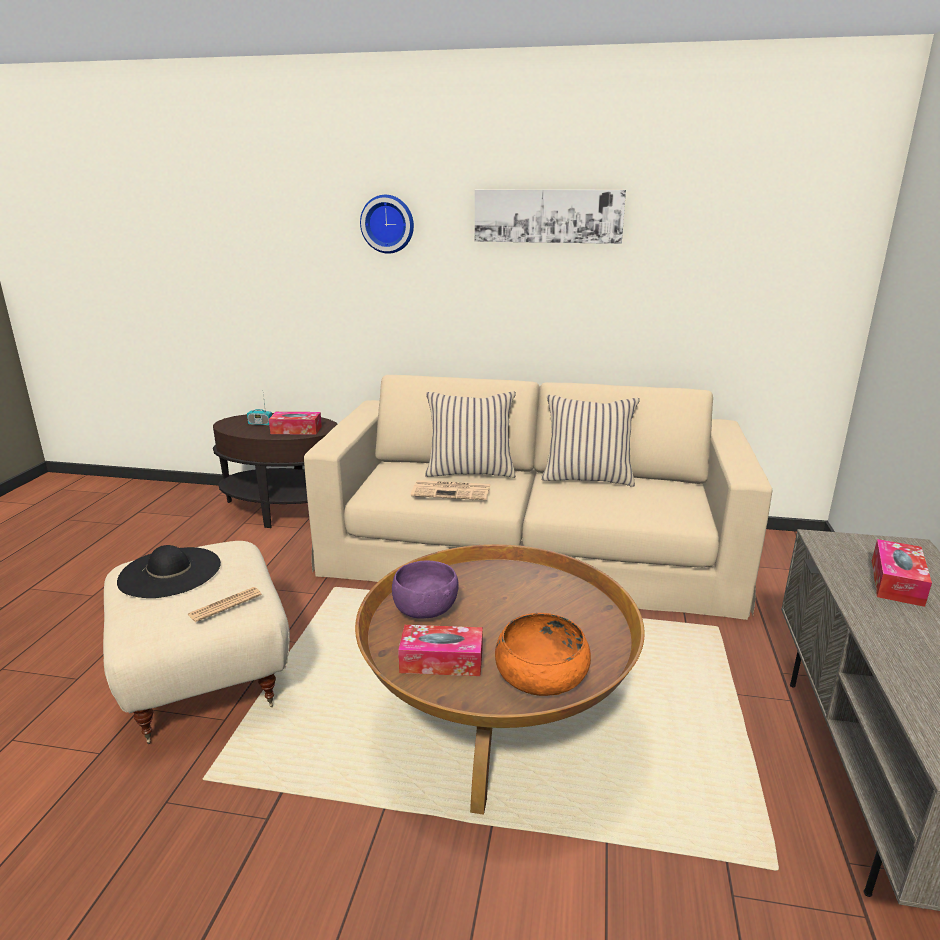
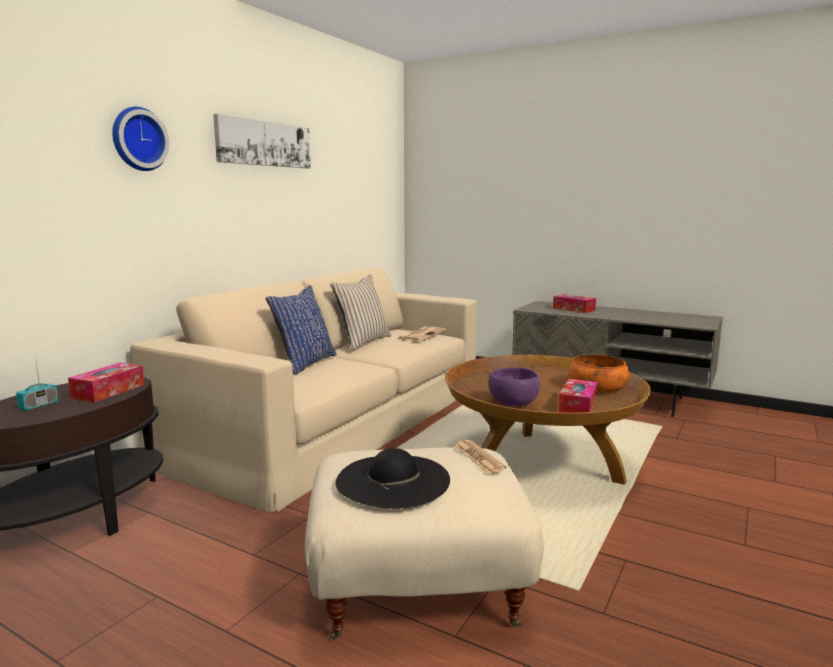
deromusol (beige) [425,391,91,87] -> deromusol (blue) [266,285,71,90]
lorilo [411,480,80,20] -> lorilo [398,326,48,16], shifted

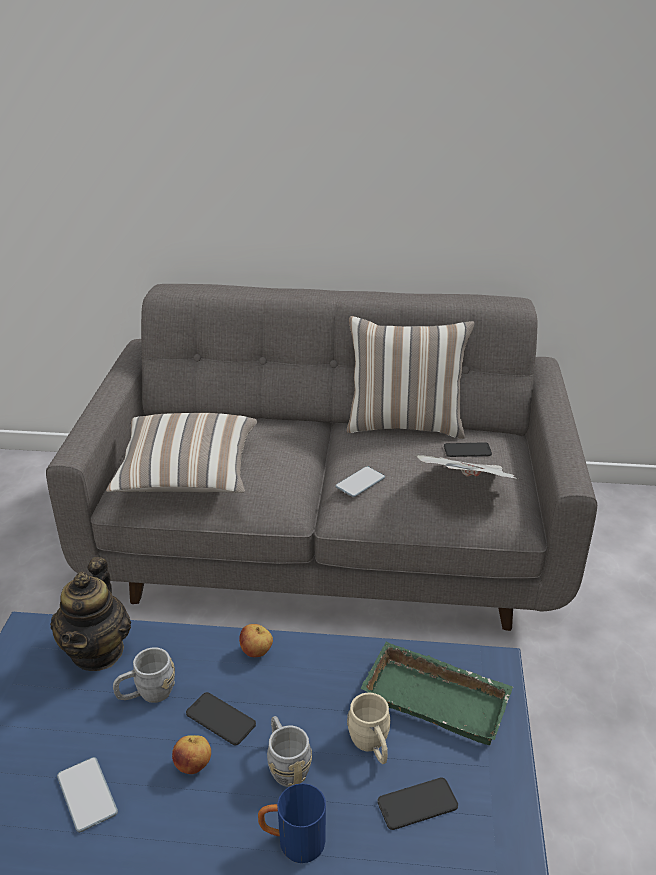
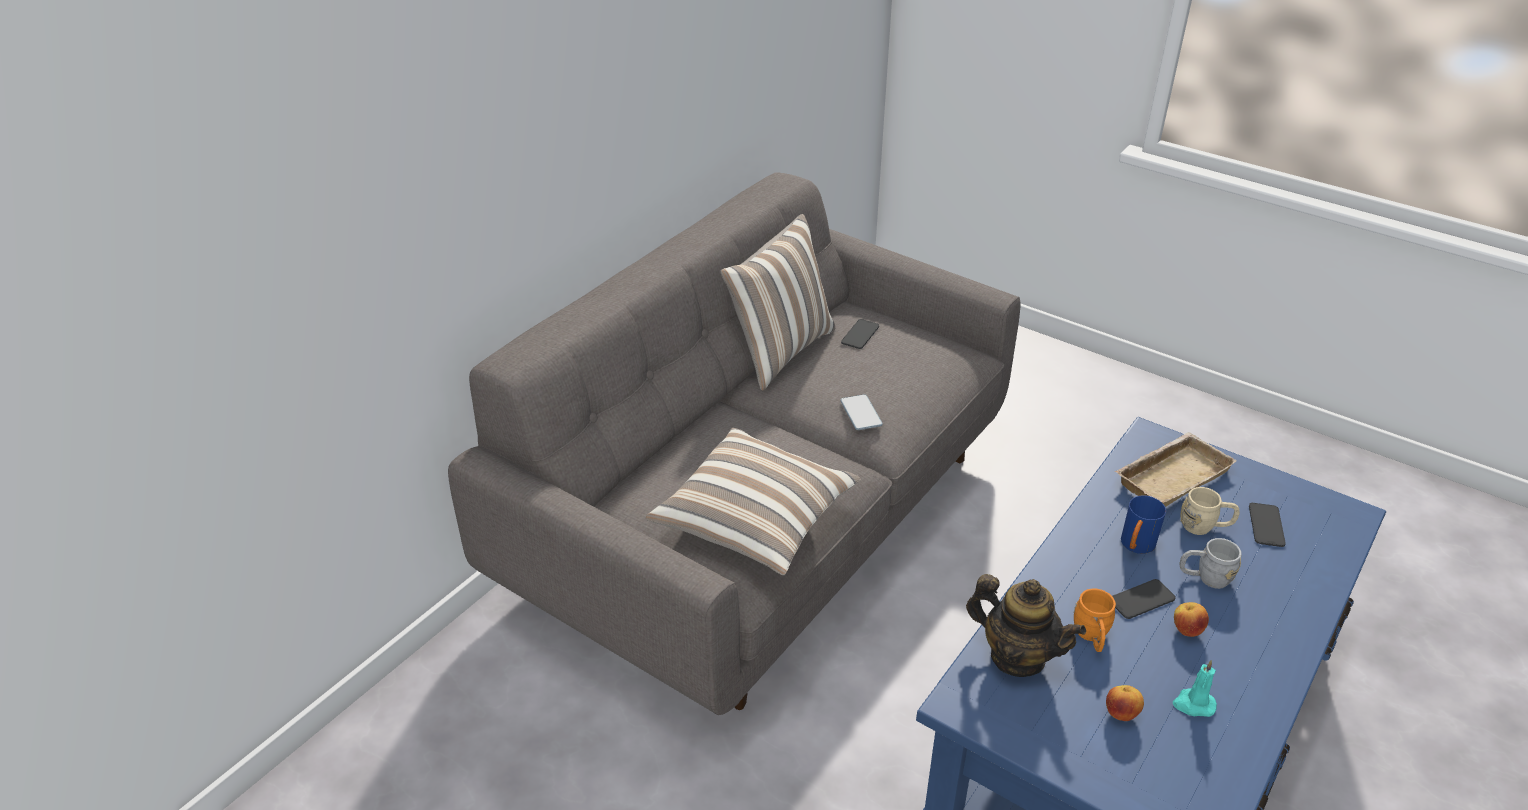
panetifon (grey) [113,647,62,56] -> panetifon (orange) [1074,588,42,64]
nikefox [239,624,34,33] -> nikefox [1106,685,38,36], shifted
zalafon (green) [361,642,152,103] -> zalafon (beige) [1115,432,122,75]
panetifon (blue) [258,783,68,80] -> panetifon (blue) [1121,495,45,59], shifted
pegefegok [57,757,61,75] -> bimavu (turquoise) [1173,660,44,57]
lorilo [417,455,101,24] -> none

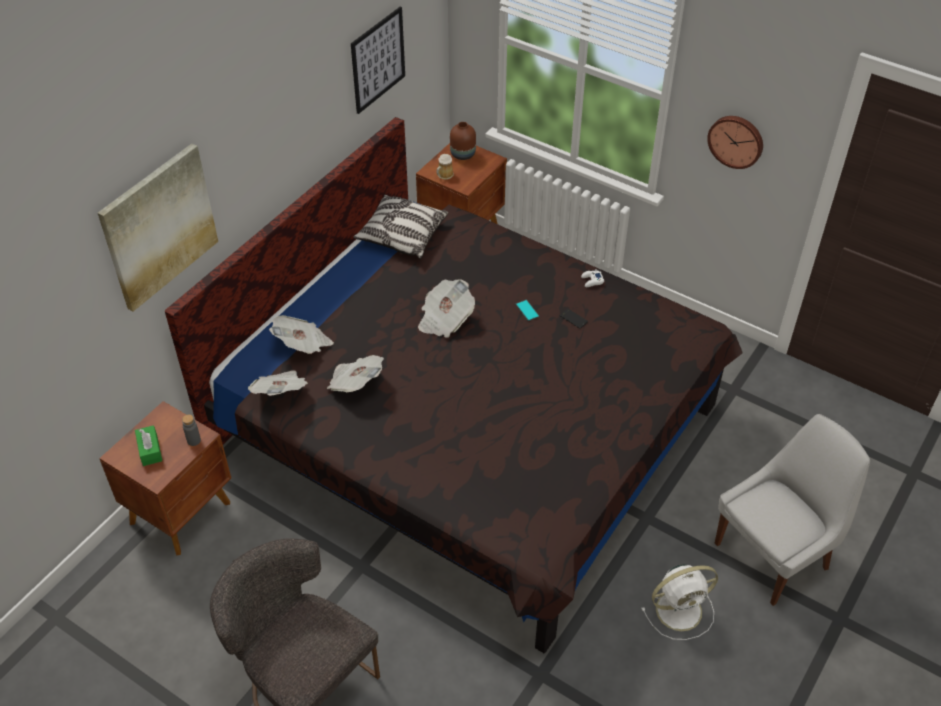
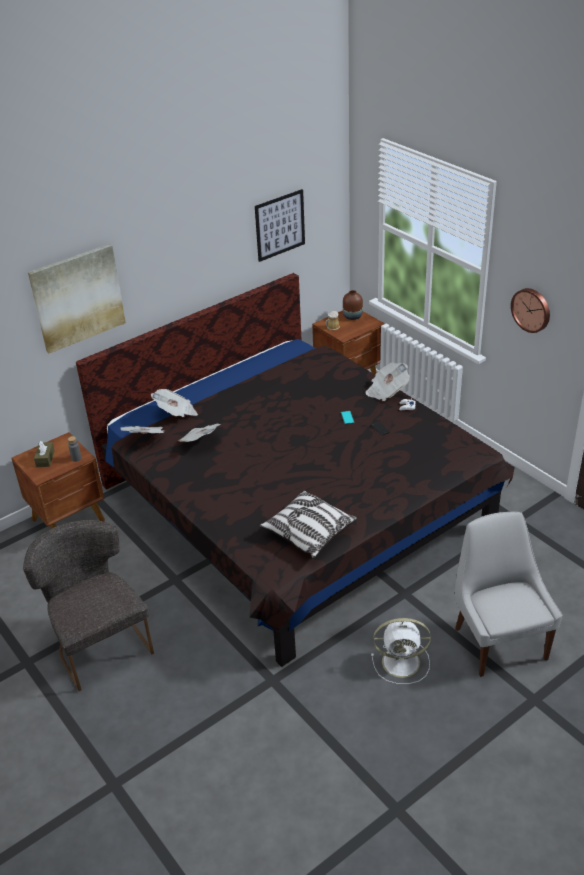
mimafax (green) [135,425,27,41] -> mimafax (brown) [34,441,21,26]
deromusol [353,195,95,64] -> deromusol [260,490,97,69], shifted
lorilo [418,279,57,59] -> lorilo [365,362,45,39], shifted
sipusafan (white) [715,414,155,192] -> sipusafan (white) [455,512,108,165], 90 degrees counterclockwise

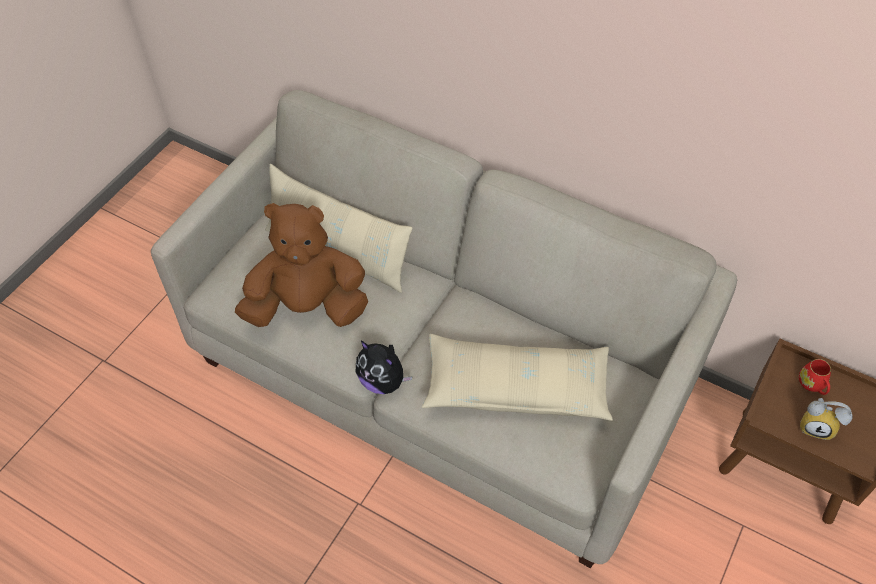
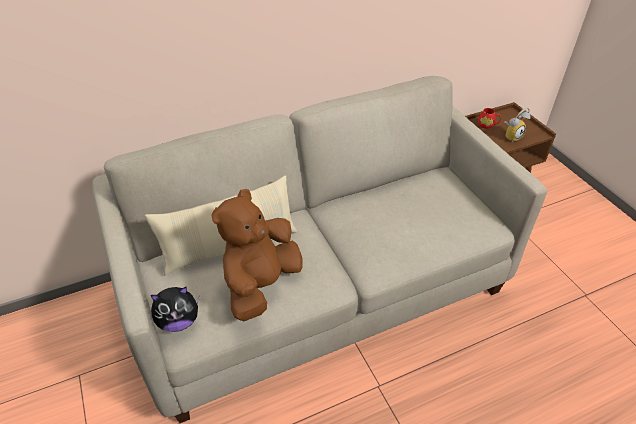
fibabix [356,341,57,53] -> fibabix [151,287,49,45], shifted
deromusol (beige) [422,334,191,87] -> none

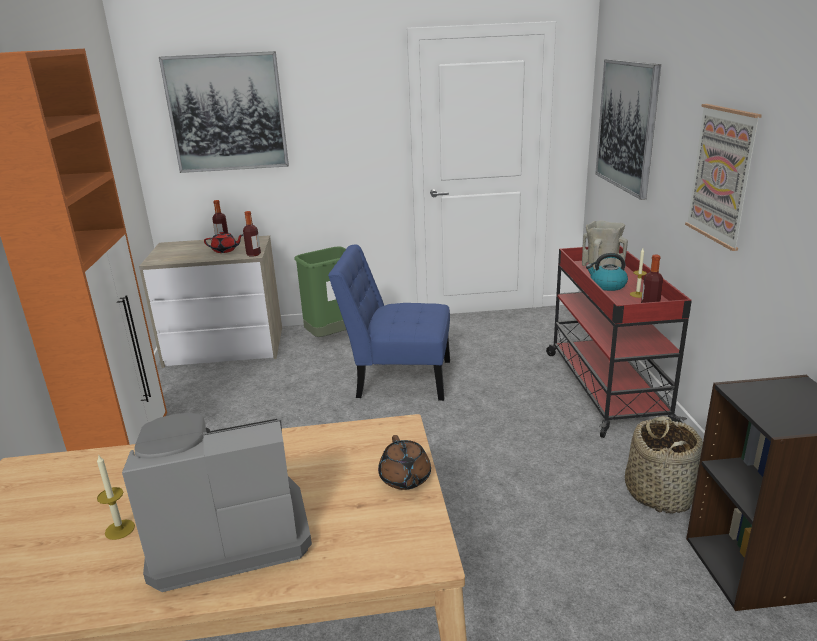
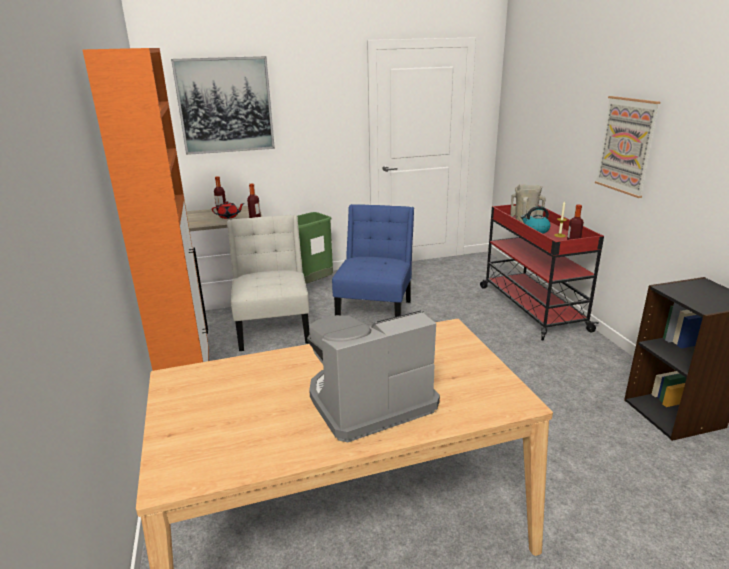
none -> sipusafan (white) [227,215,83,136]
sipusafan (blue) [328,245,122,156] -> sipusafan (blue) [332,204,82,113], 105 degrees clockwise
bimavu [97,454,38,86] -> none
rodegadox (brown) [378,435,53,55] -> none
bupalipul [595,59,66,141] -> none
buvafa [625,416,78,97] -> none

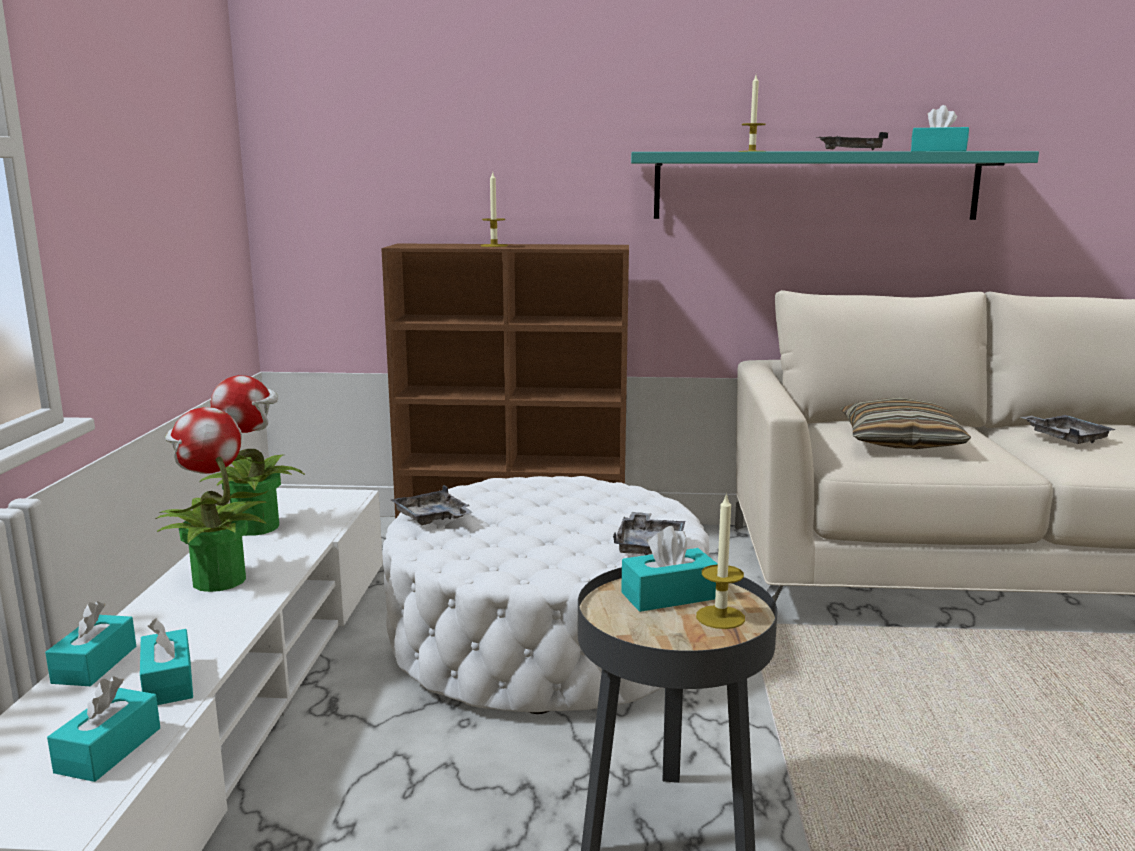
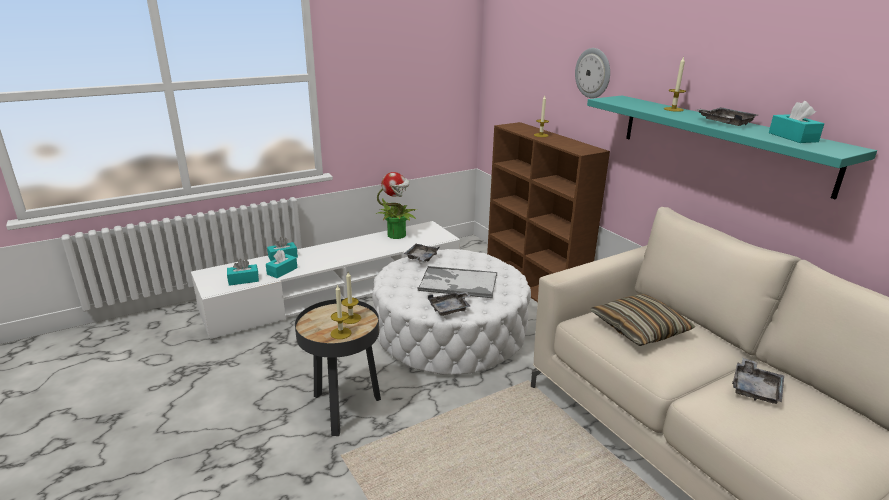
mimafax (turquoise) [621,526,97,86] -> bimavu [341,272,20,52]
none -> zalafon [418,266,79,32]
none -> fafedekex [575,48,35,50]
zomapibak [155,407,114,185] -> none

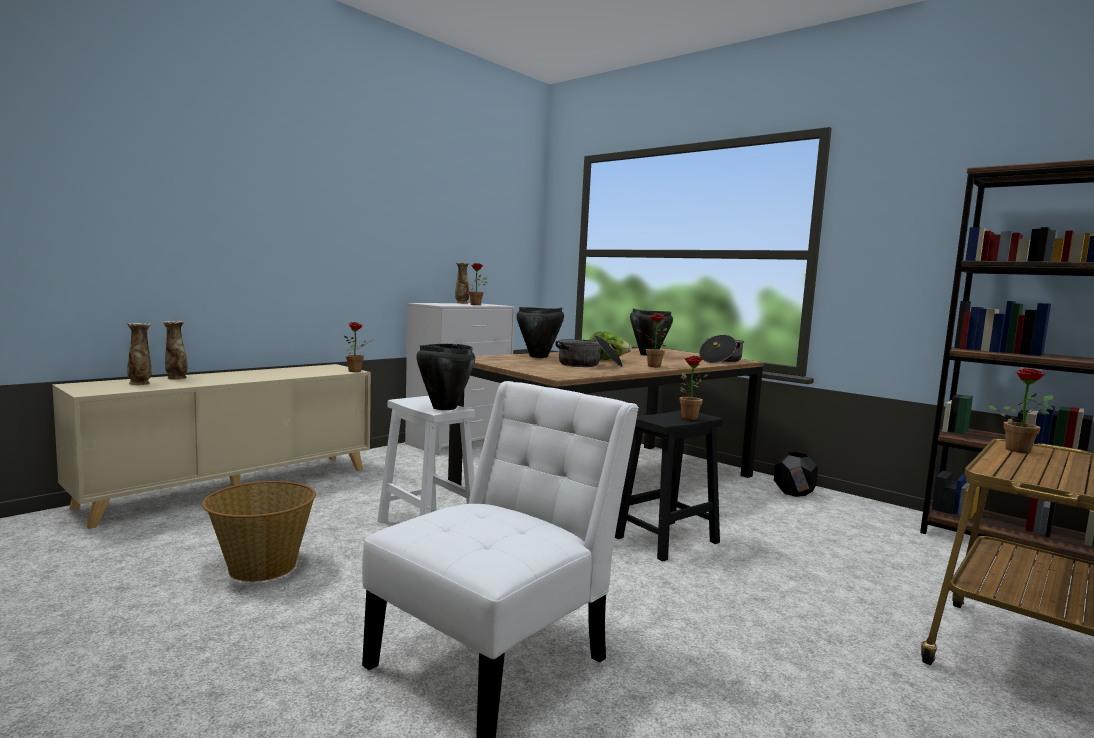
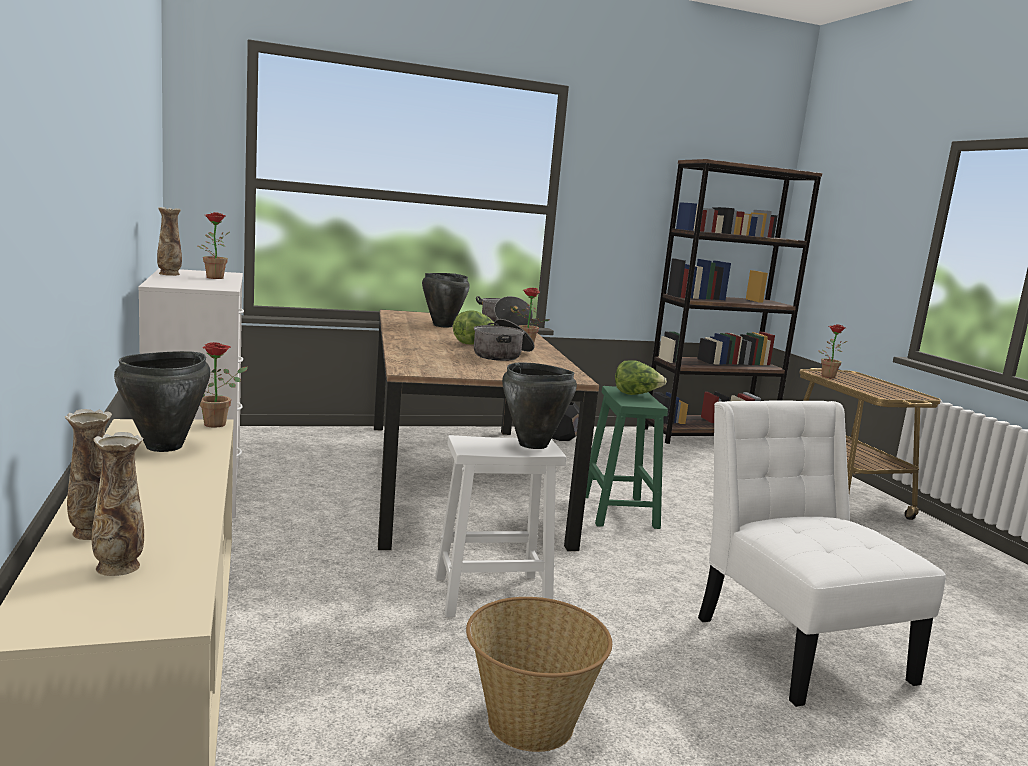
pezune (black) [517,307,47,51] -> pezune (black) [114,351,96,101], shifted
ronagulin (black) [615,410,107,152] -> ronagulin (green) [586,386,82,143]
zomapibak [680,356,28,64] -> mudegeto [615,360,52,35]

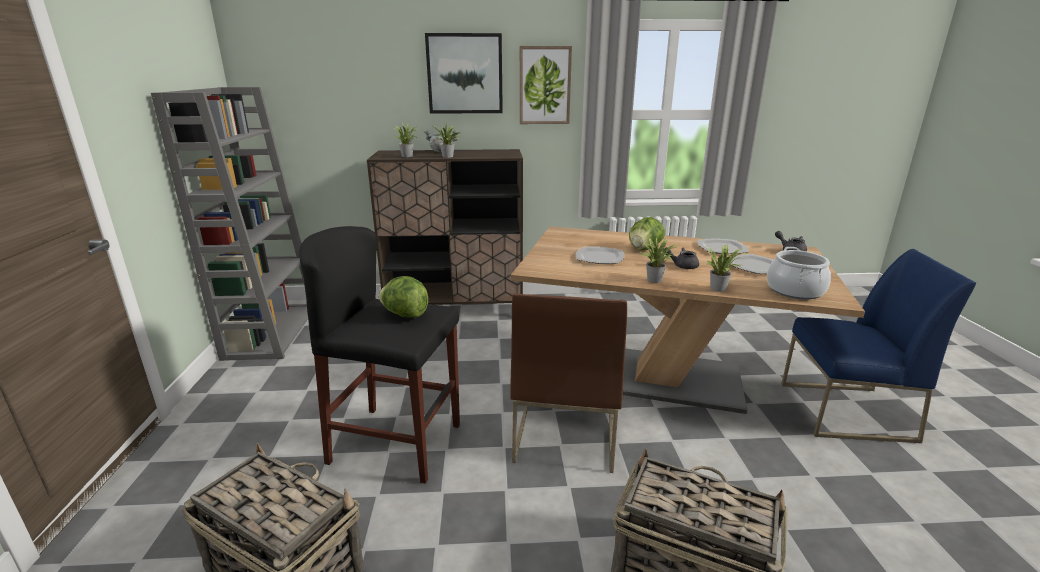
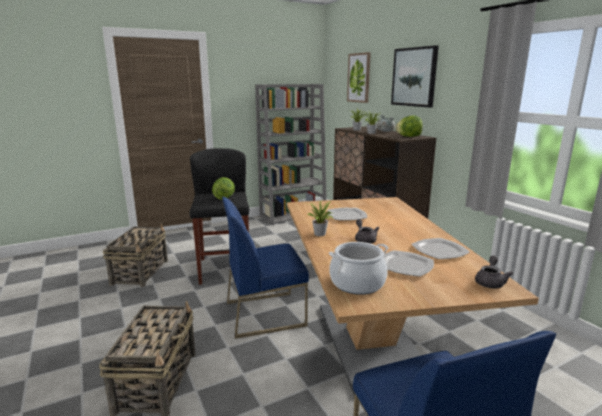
sipusafan (brown) [510,293,117,180] -> sipusafan (blue) [222,197,87,142]
bupalipul [520,46,52,78] -> bupalipul [347,52,24,51], shifted
mudegeto [629,217,36,33] -> mudegeto [395,115,28,22], shifted
zomapibak [707,245,41,47] -> none

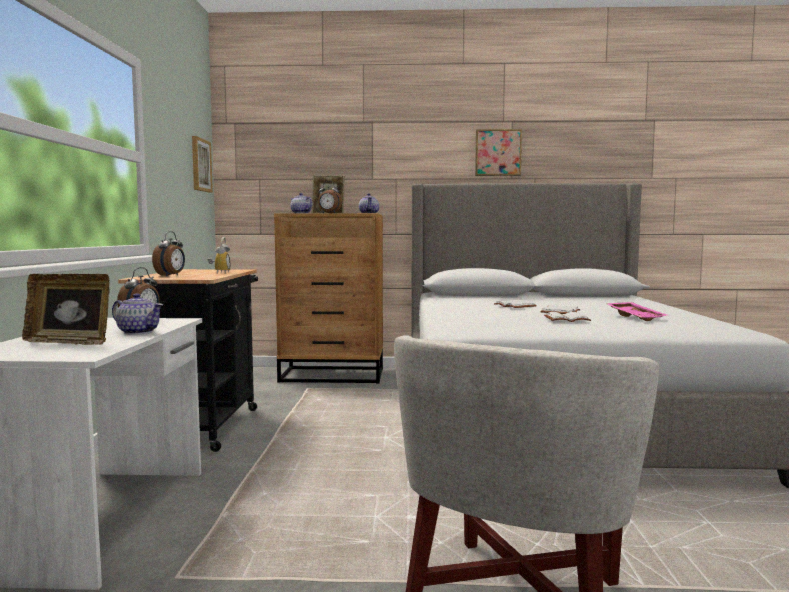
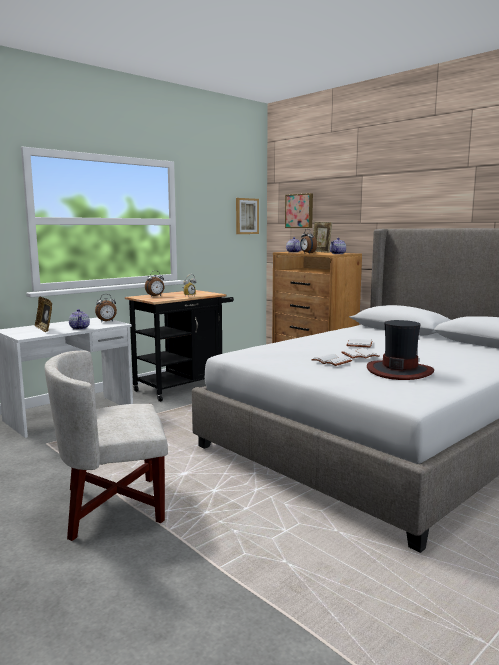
bupalipul [475,129,47,47] -> bupalipul [285,193,28,35], shifted
zalafon (pink) [607,302,60,19] -> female [367,320,67,60]

